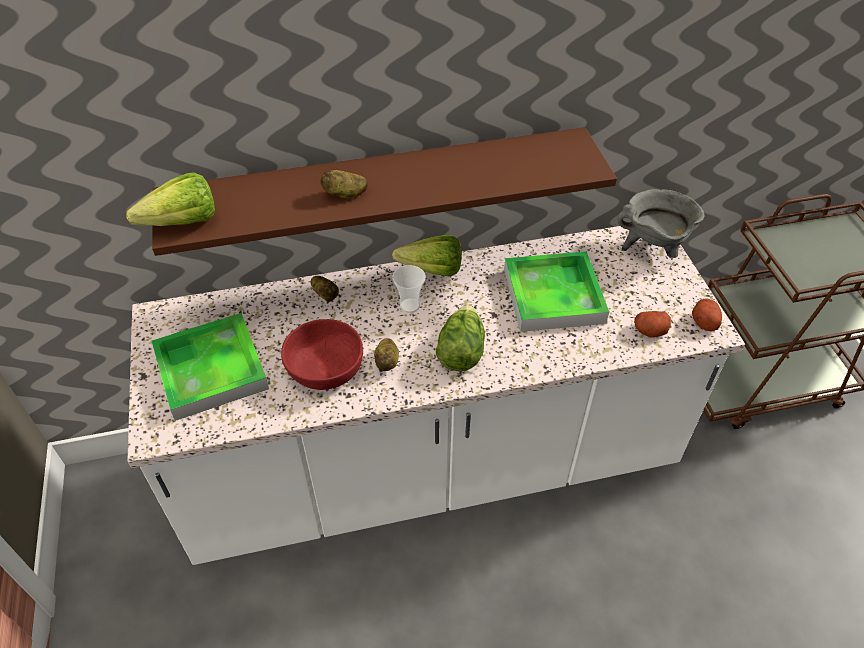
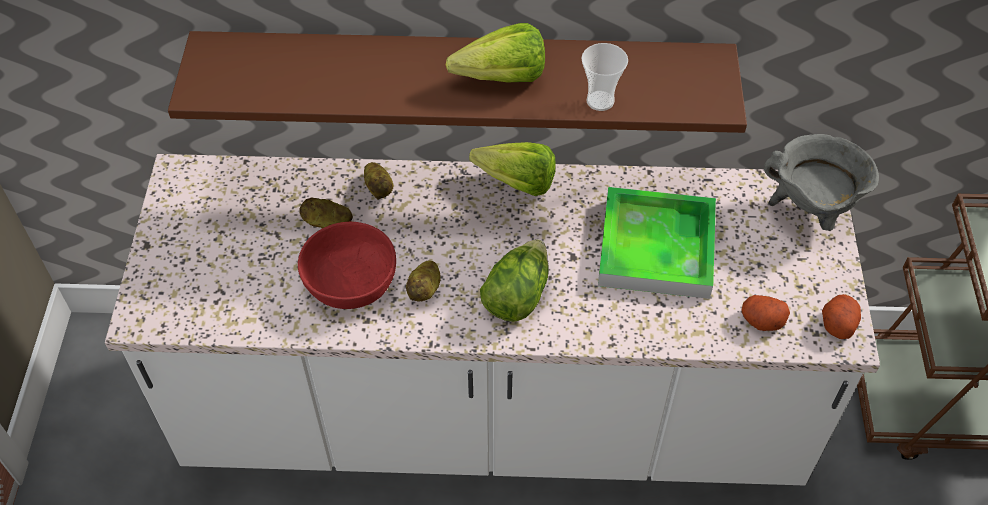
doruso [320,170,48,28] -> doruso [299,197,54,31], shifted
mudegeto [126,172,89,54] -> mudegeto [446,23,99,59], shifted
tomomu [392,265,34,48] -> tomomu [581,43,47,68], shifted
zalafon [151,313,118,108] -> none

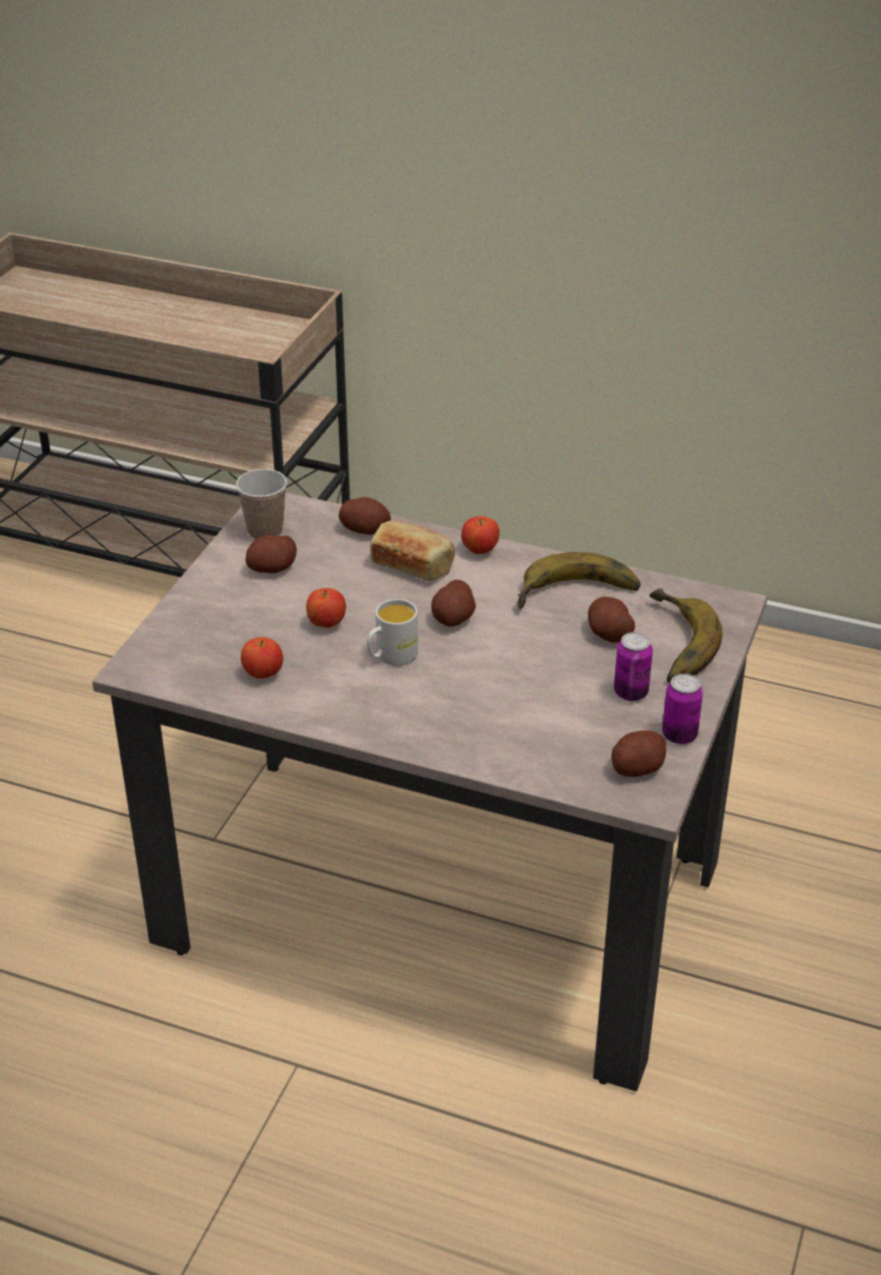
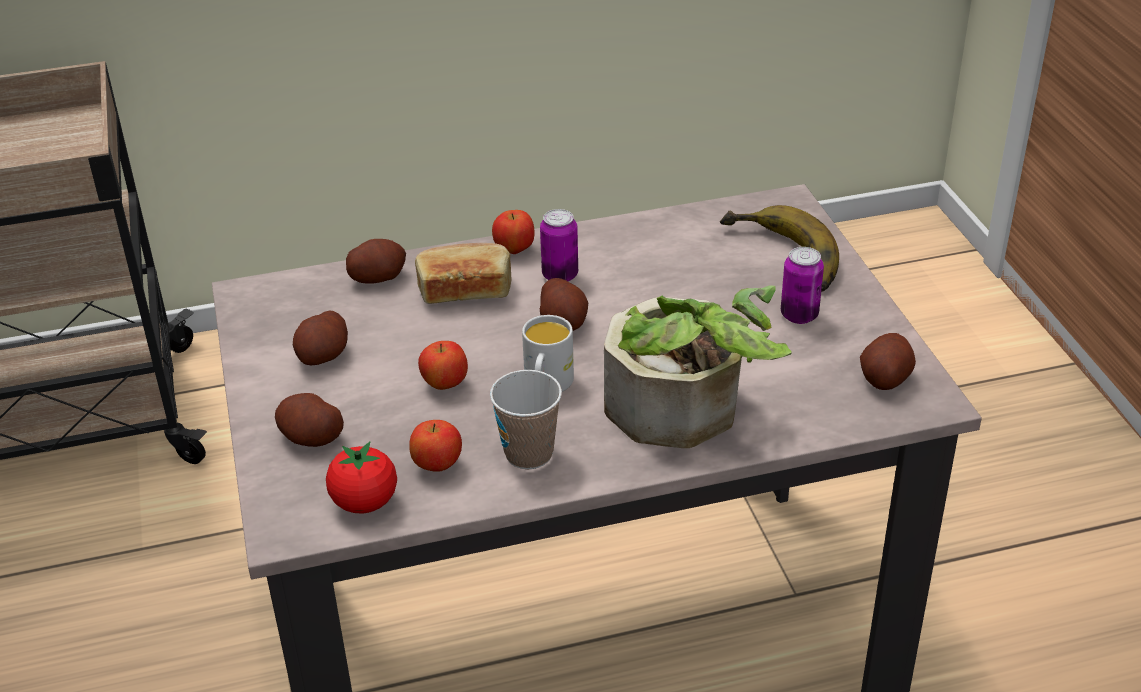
doruso [588,597,47,46] -> doruso [275,393,69,54], shifted
none -> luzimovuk [326,442,71,72]
tomomu [236,469,51,70] -> tomomu [490,370,72,99], shifted
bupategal [662,674,41,70] -> bupategal [540,209,38,73], shifted
none -> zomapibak [604,286,188,162]
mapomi [517,552,123,57] -> none

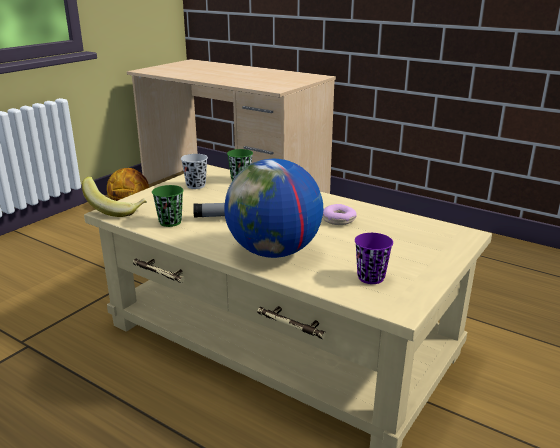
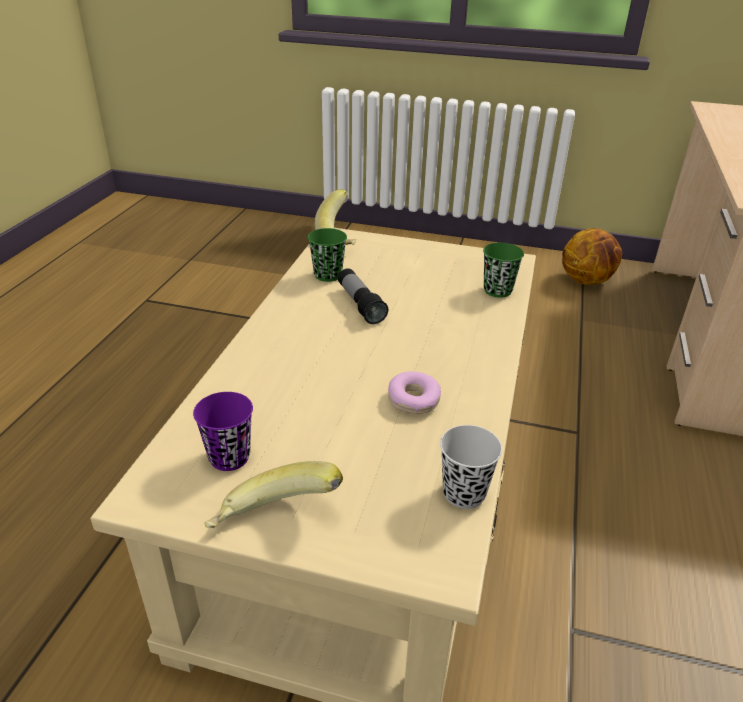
none -> mapomi [204,461,139,67]
tomomu (black) [181,154,27,35] -> tomomu (black) [440,425,62,84], shifted
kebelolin [224,159,99,99] -> none

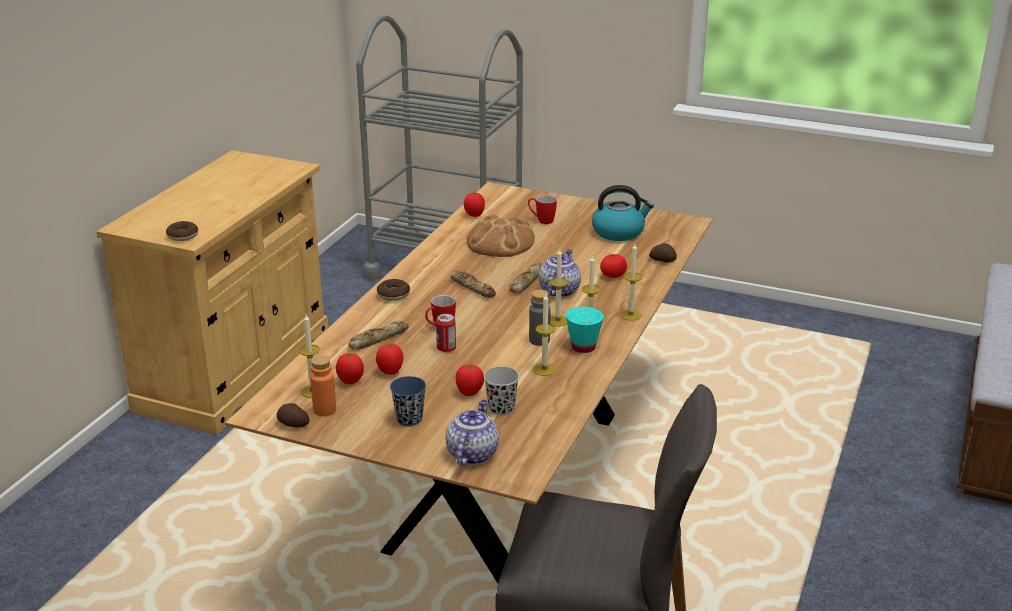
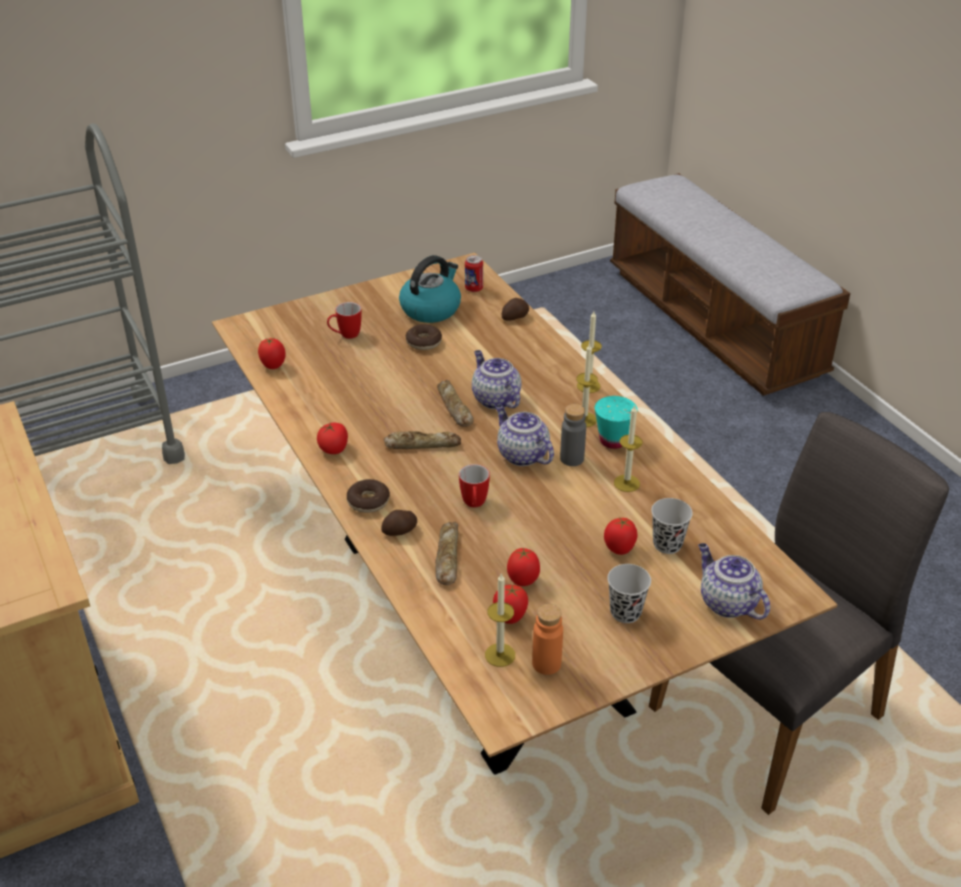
luzimovuk [600,253,27,25] -> luzimovuk [317,423,31,31], shifted
doruso [277,403,33,25] -> doruso [381,510,36,26], shifted
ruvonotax [166,221,32,20] -> ruvonotax [406,324,36,26], shifted
bupategal [436,314,20,38] -> bupategal [465,255,18,37], shifted
none -> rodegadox [495,404,59,62]
tomomu (blue) [390,376,36,50] -> tomomu (black) [607,564,44,59]
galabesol [467,214,68,43] -> none
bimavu [550,249,18,77] -> none

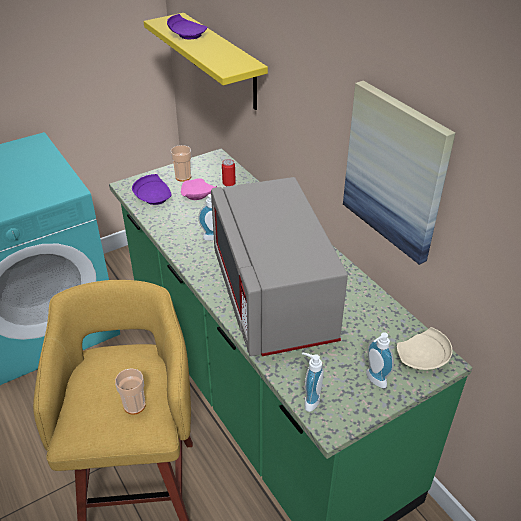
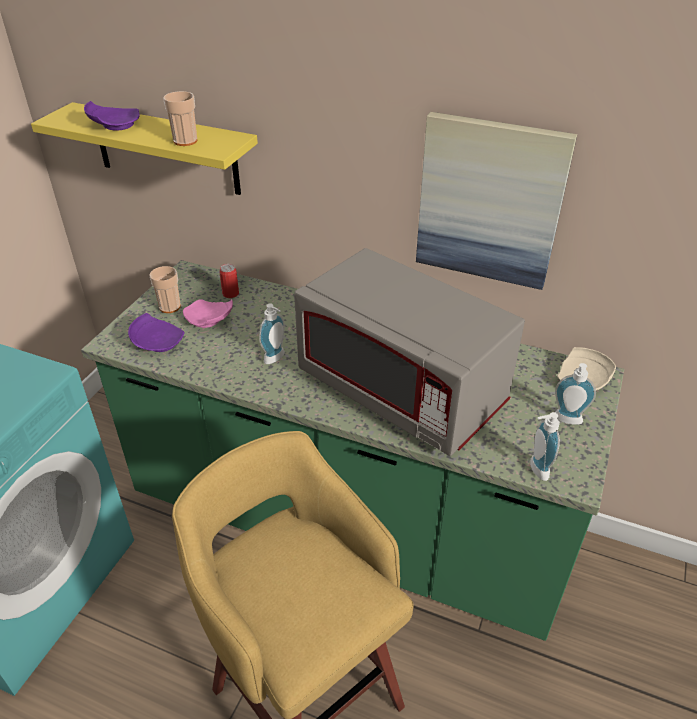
tomomu [115,368,31,47] -> tomomu [163,91,34,55], shifted

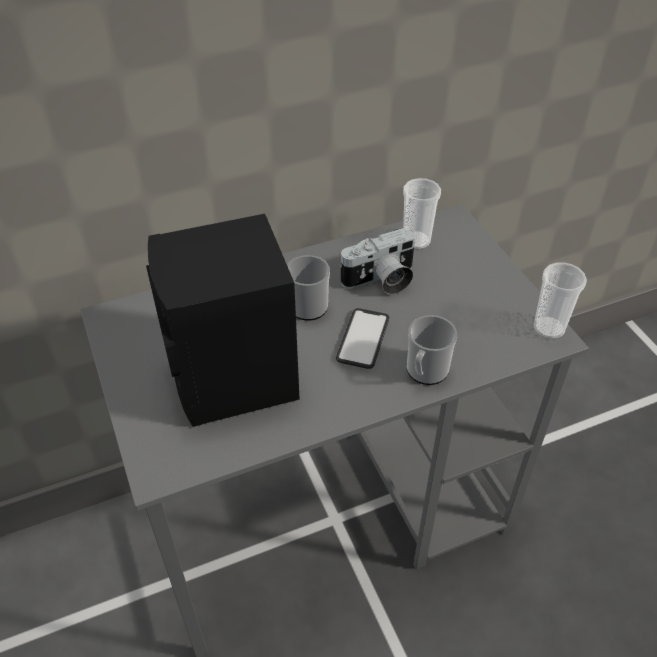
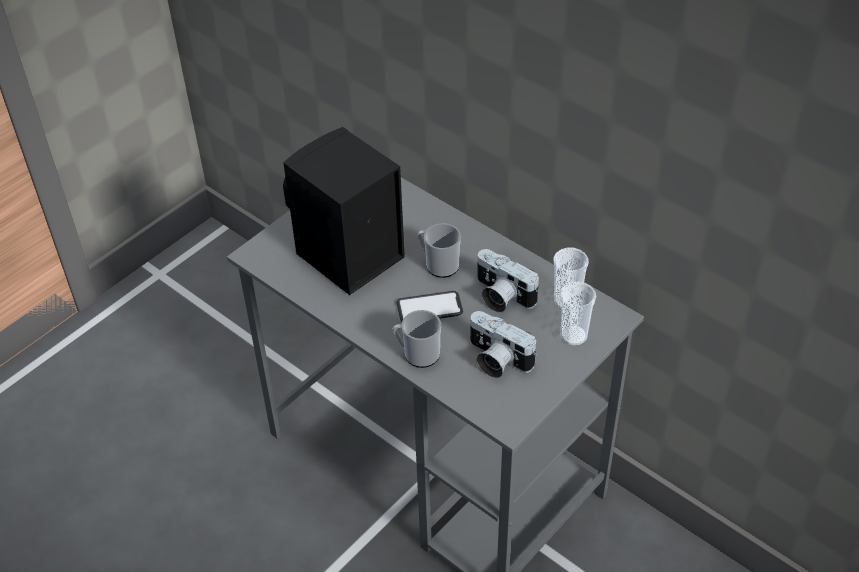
none -> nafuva [469,311,67,67]
tomomu [534,262,53,77] -> tomomu [560,281,36,65], shifted

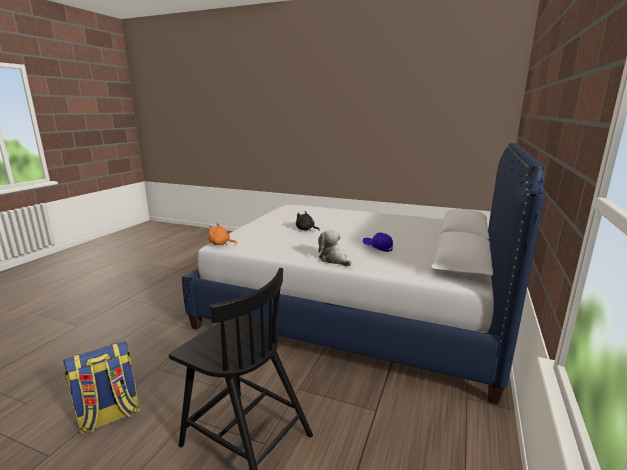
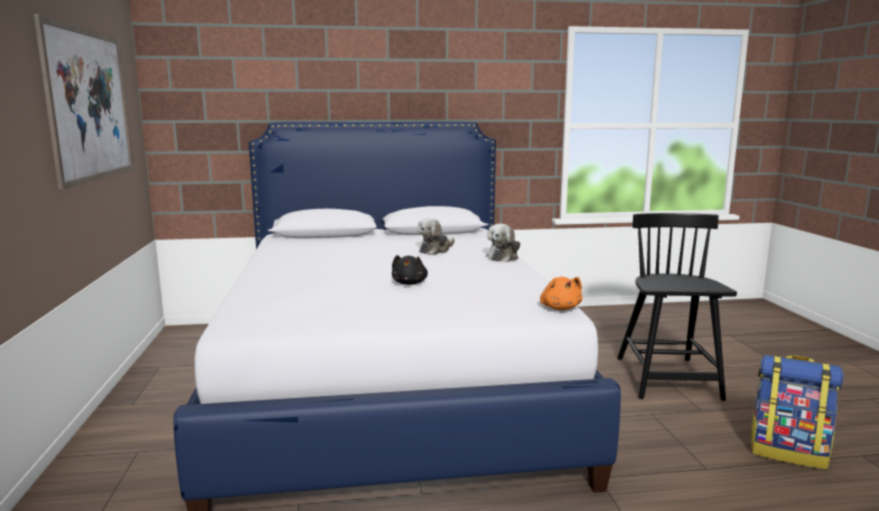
none -> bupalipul [34,14,100,175]
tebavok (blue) [363,233,30,19] -> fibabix [417,218,38,37]

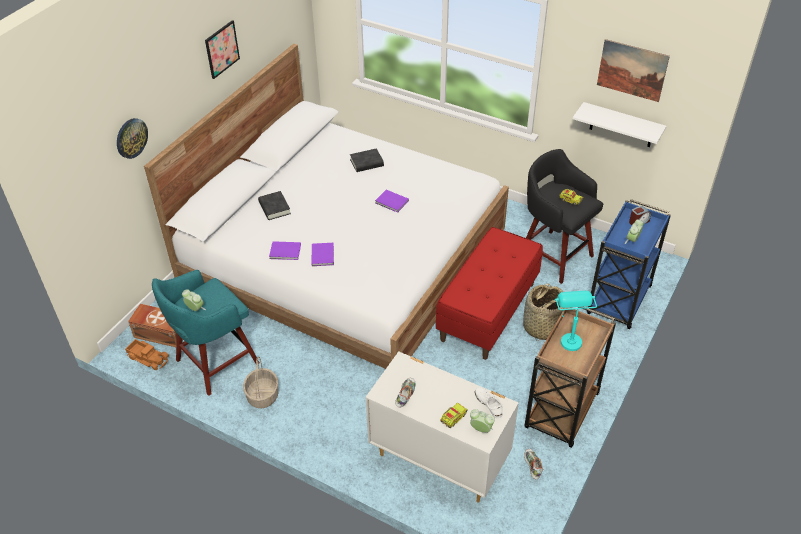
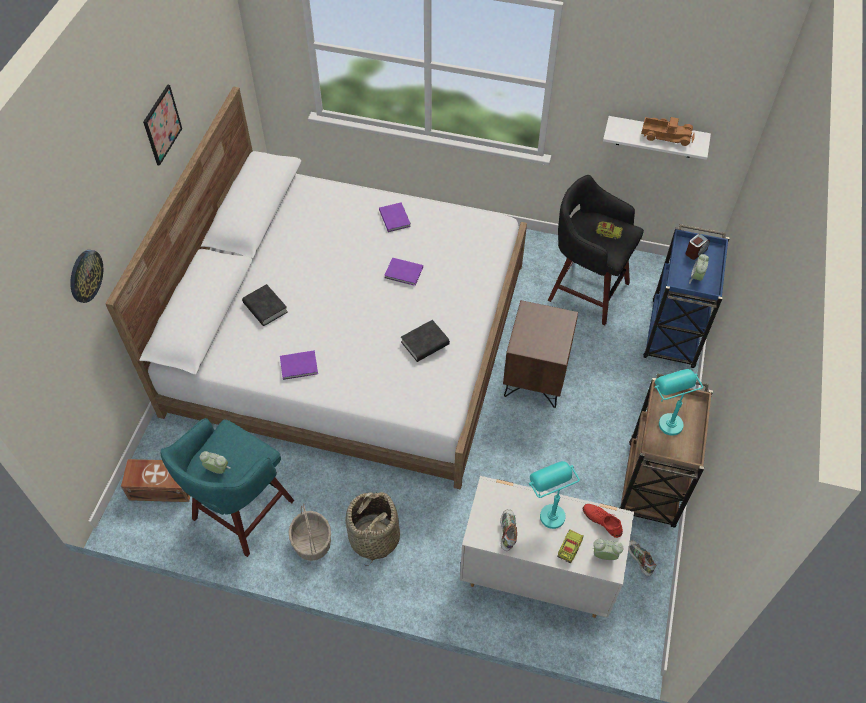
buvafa [523,283,41,58] -> buvafa [345,492,55,74], shifted
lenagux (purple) [312,243,22,23] -> lenagux (purple) [379,202,32,30], shifted
lenagux (black) [350,148,34,24] -> lenagux (black) [401,320,49,42], shifted
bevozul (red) [436,227,107,133] -> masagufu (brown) [503,300,75,108]
none -> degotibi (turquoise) [529,461,51,68]
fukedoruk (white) [475,387,28,31] -> fukedoruk (red) [583,504,40,34]
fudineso [125,339,44,31] -> fudineso [641,117,54,29], shifted
bupalipul [597,39,73,63] -> none

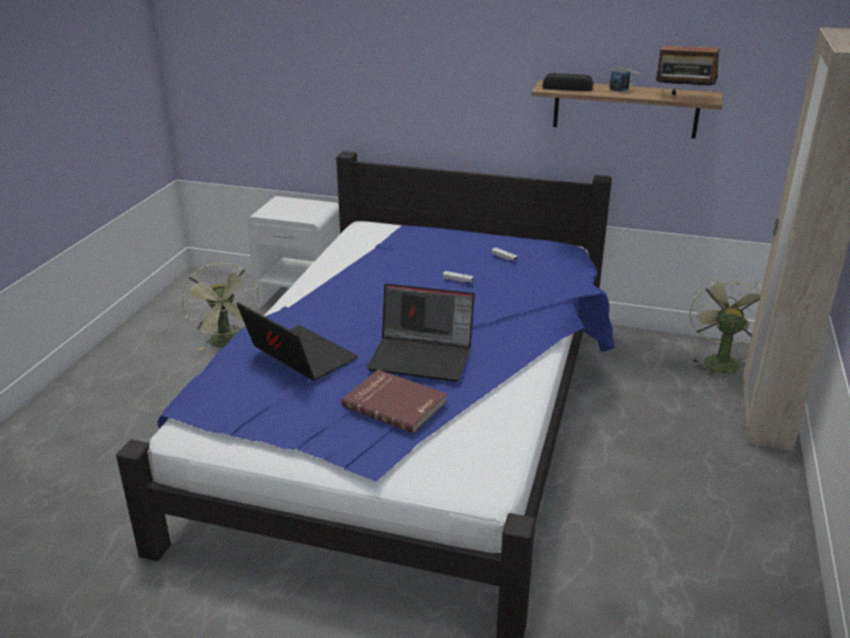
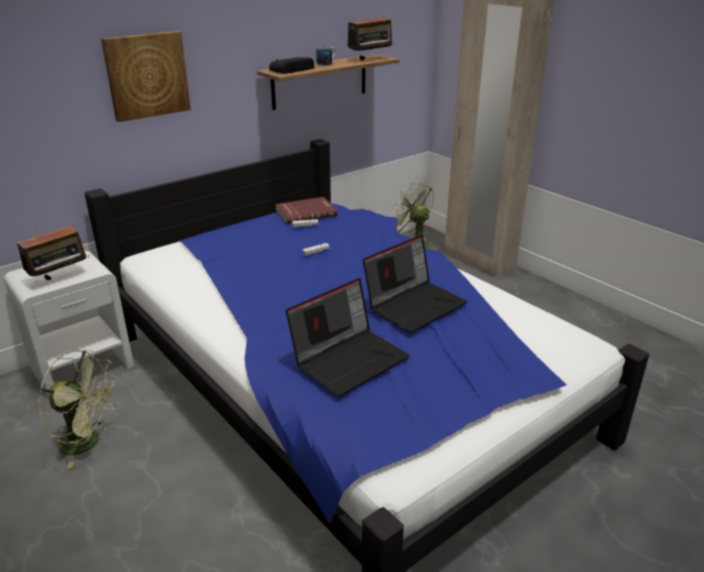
none -> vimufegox [11,225,78,55]
none -> bupalipul [101,31,90,91]
lenagux (red) [341,370,106,64] -> lenagux (red) [275,197,63,27], shifted
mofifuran [237,302,121,79] -> mofifuran [286,278,124,119], 150 degrees clockwise

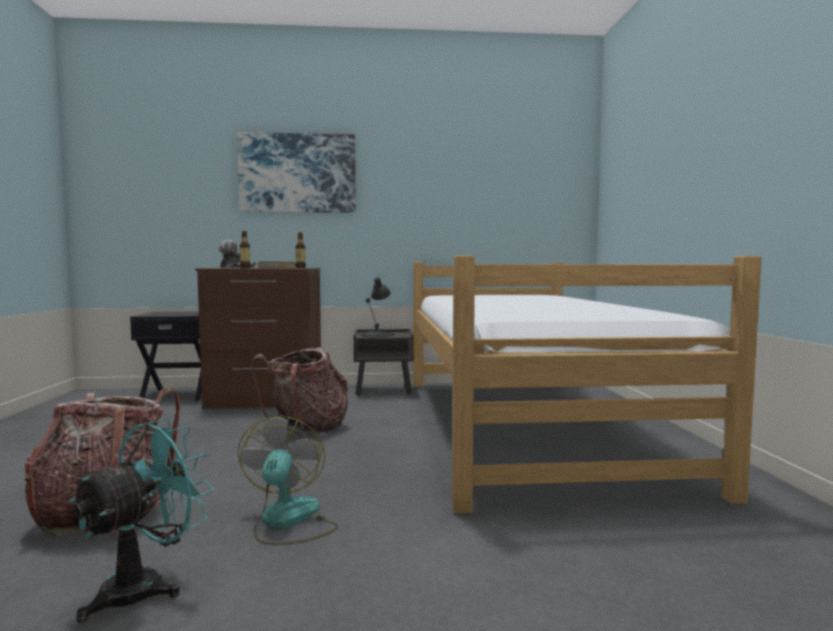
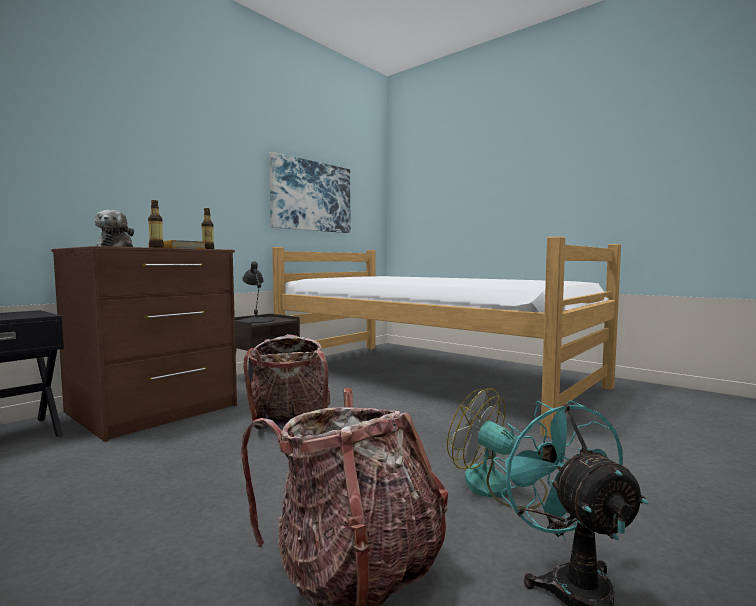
bupalipul [237,132,119,81] -> bupalipul [269,152,81,81], shifted

